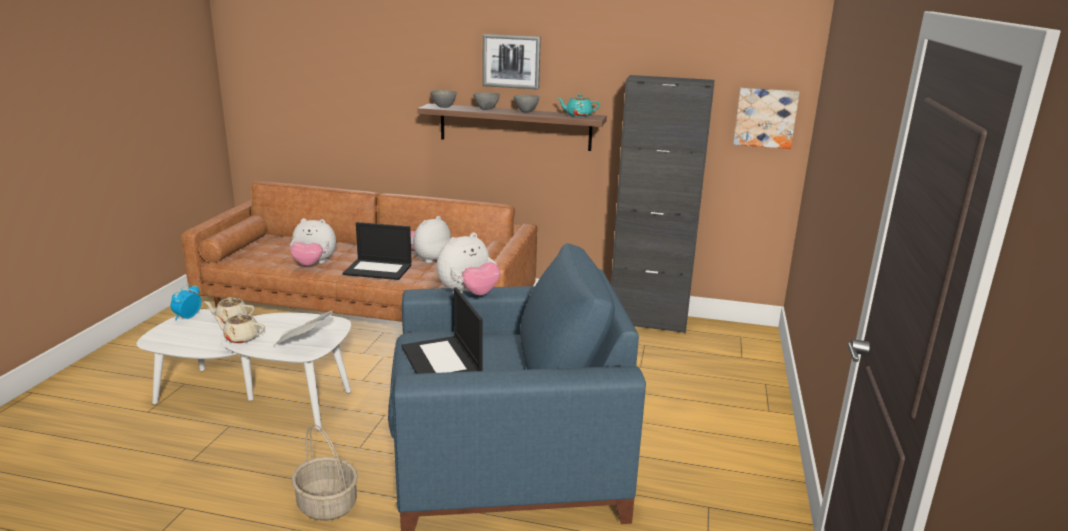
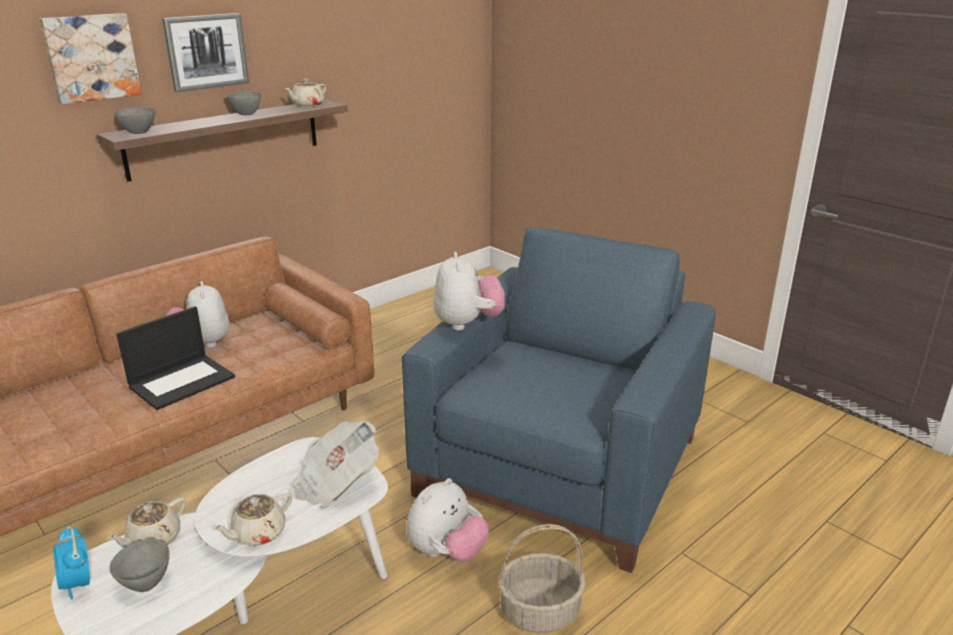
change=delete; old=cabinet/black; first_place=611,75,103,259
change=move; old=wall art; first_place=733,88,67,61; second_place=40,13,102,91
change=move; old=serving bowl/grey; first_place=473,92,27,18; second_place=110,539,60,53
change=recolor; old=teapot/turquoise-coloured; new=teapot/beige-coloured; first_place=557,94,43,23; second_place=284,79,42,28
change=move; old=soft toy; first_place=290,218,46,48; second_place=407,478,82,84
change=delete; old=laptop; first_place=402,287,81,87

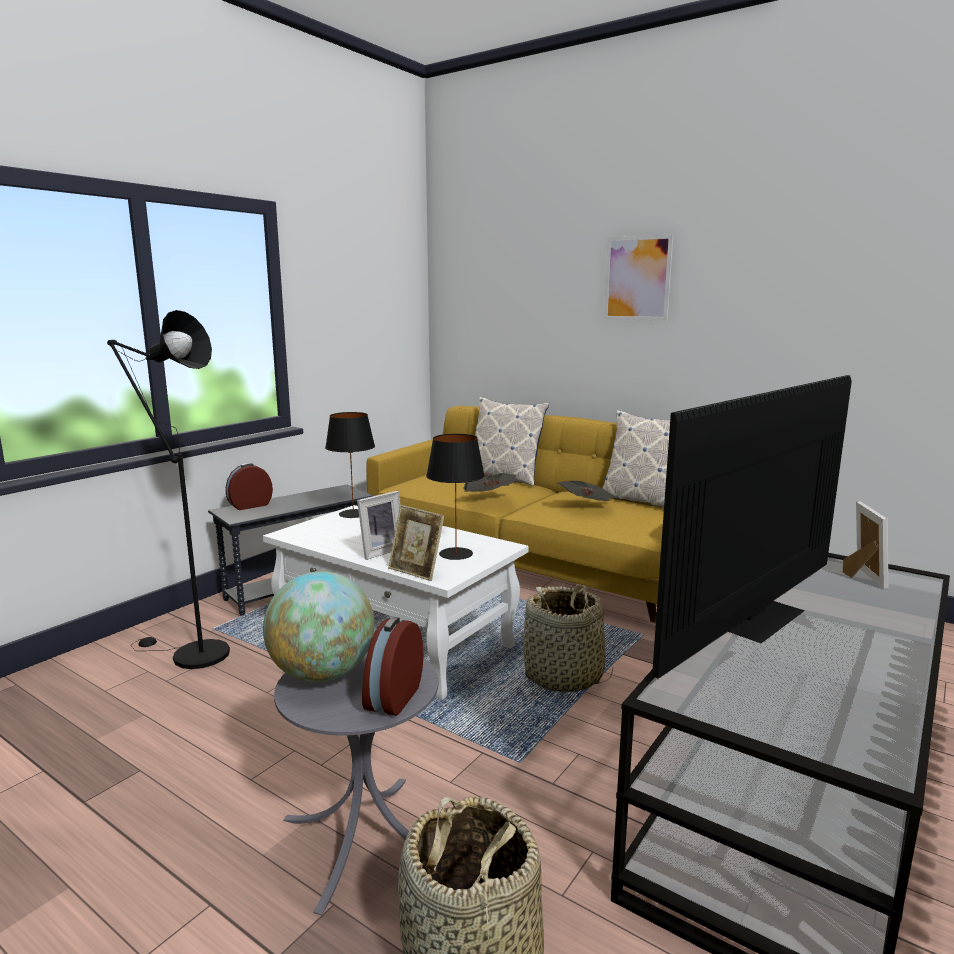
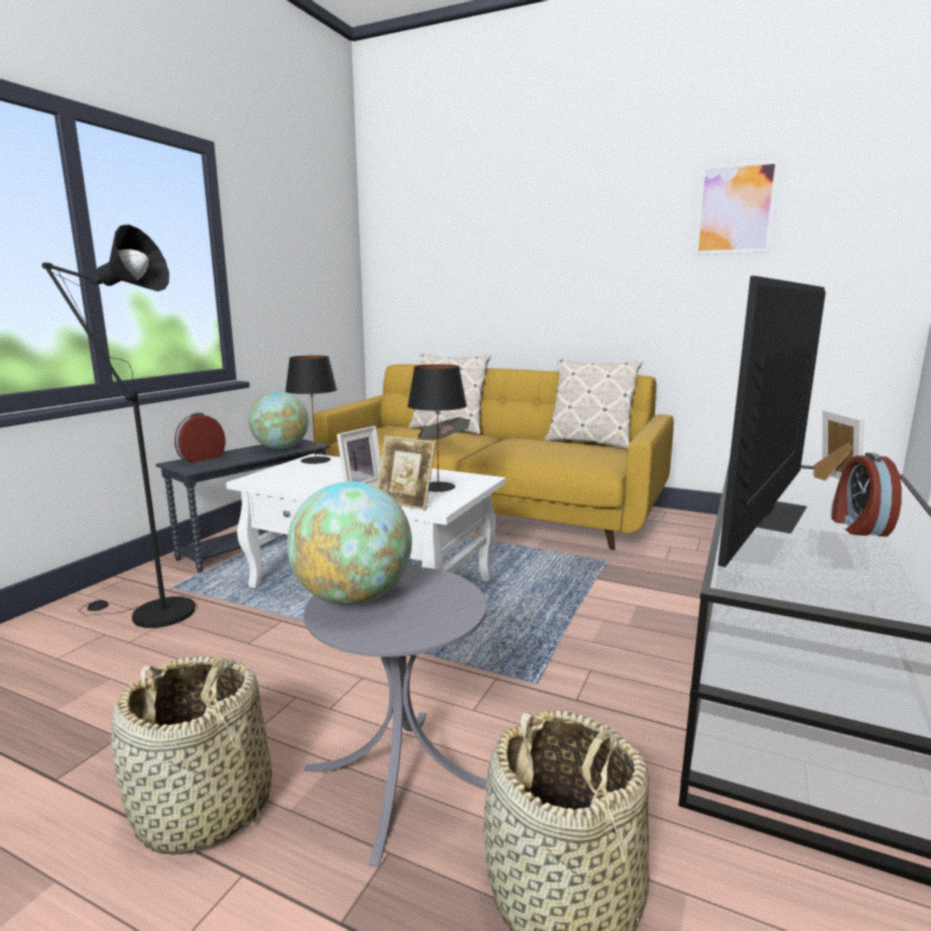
change=move; old=wall art; first_place=604,235,69,86; second_place=694,159,86,96
change=delete; old=newspaper; first_place=557,481,57,20
change=move; old=basket; first_place=523,585,90,108; second_place=111,656,161,199
change=move; old=bedside clock; first_place=362,617,62,99; second_place=831,453,71,83
change=insert; new=globe; second_place=249,392,60,57

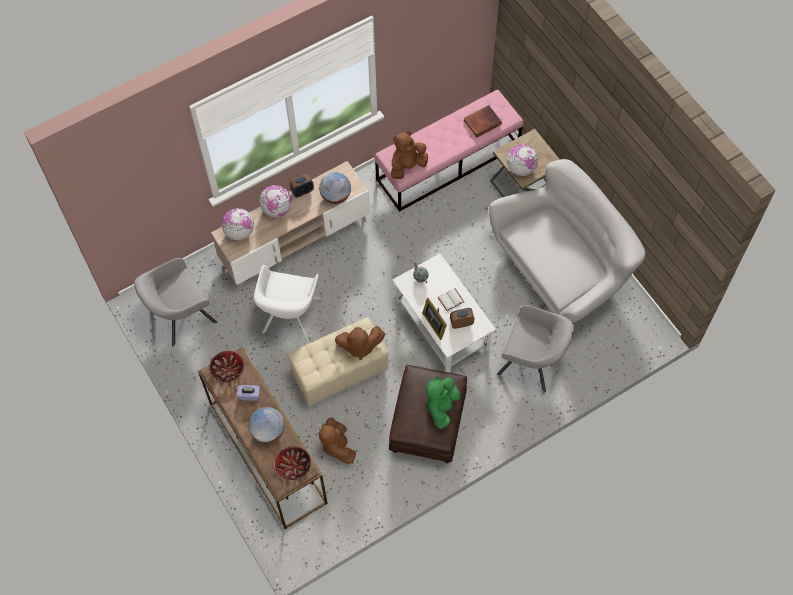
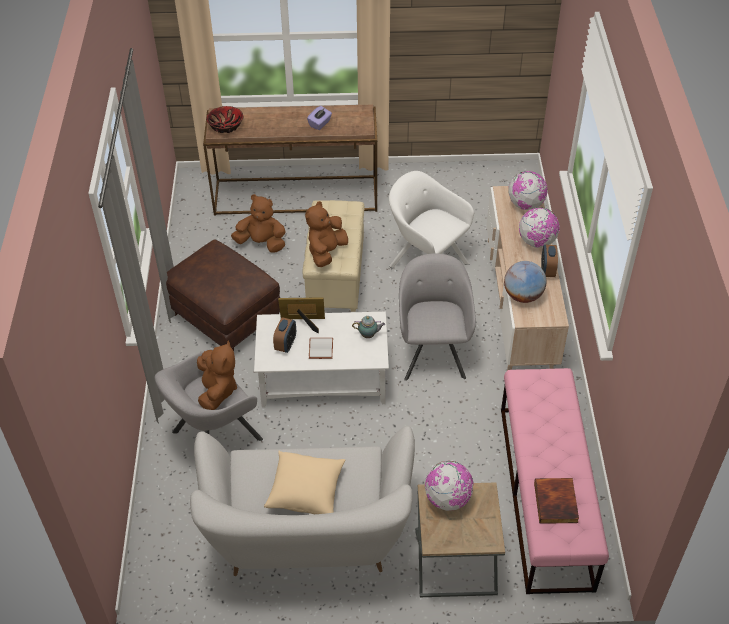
change=move; old=soft toy/brown-coloured; first_place=391,131,37,48; second_place=197,341,40,69
change=move; old=easy chair/grey; first_place=134,258,83,88; second_place=399,253,77,128
change=delete; old=serving bowl; first_place=209,351,35,31
change=delete; old=soft toy/green-coloured; first_place=426,376,34,53
change=delete; old=globe; first_place=249,407,36,36
change=insert; new=throw pillow/beige-coloured; second_place=264,451,81,63

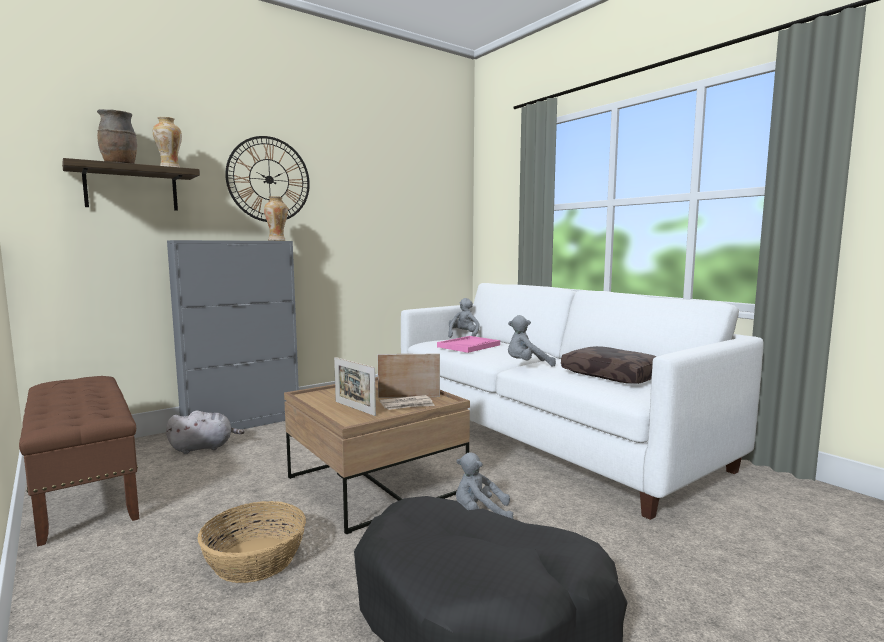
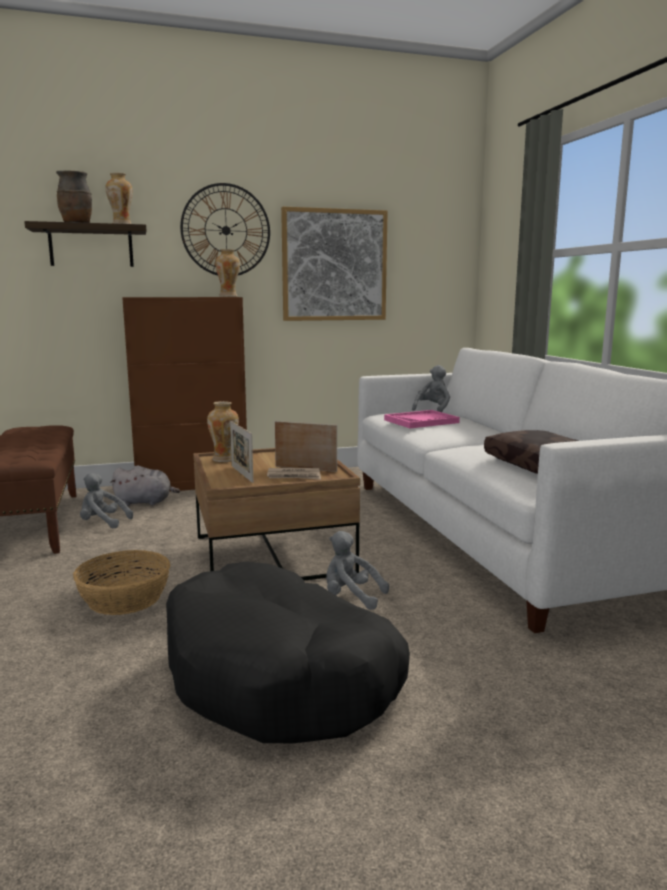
change=recolor; old=cabinet/grey; new=cabinet/brown-coloured; first_place=167,240,132,189; second_place=122,297,125,195
change=move; old=soft toy/grey; first_place=508,315,48,52; second_place=80,473,53,55
change=insert; new=wall art; second_place=281,207,107,114
change=insert; new=decorative vase; second_place=207,401,32,61

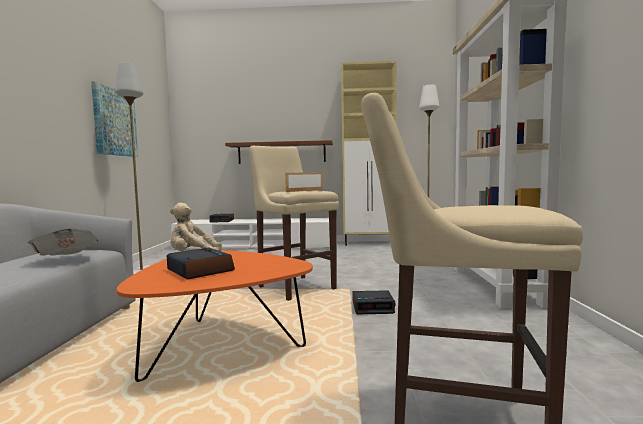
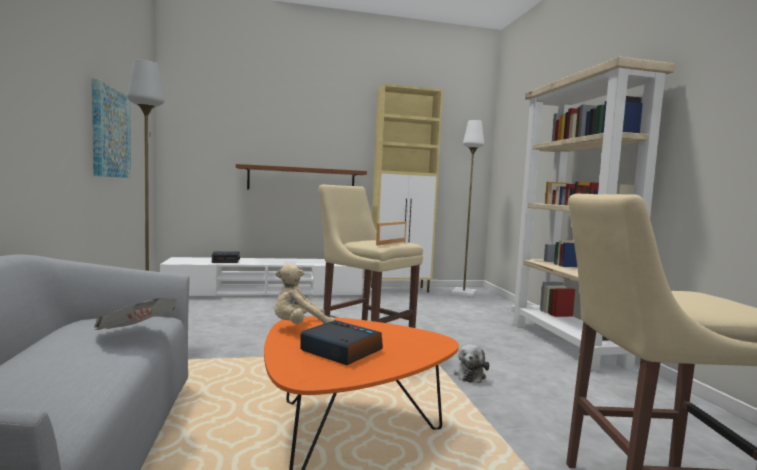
change=replace; old=bedside clock; new=soft toy; first_place=352,290,43,24; second_place=454,344,35,40

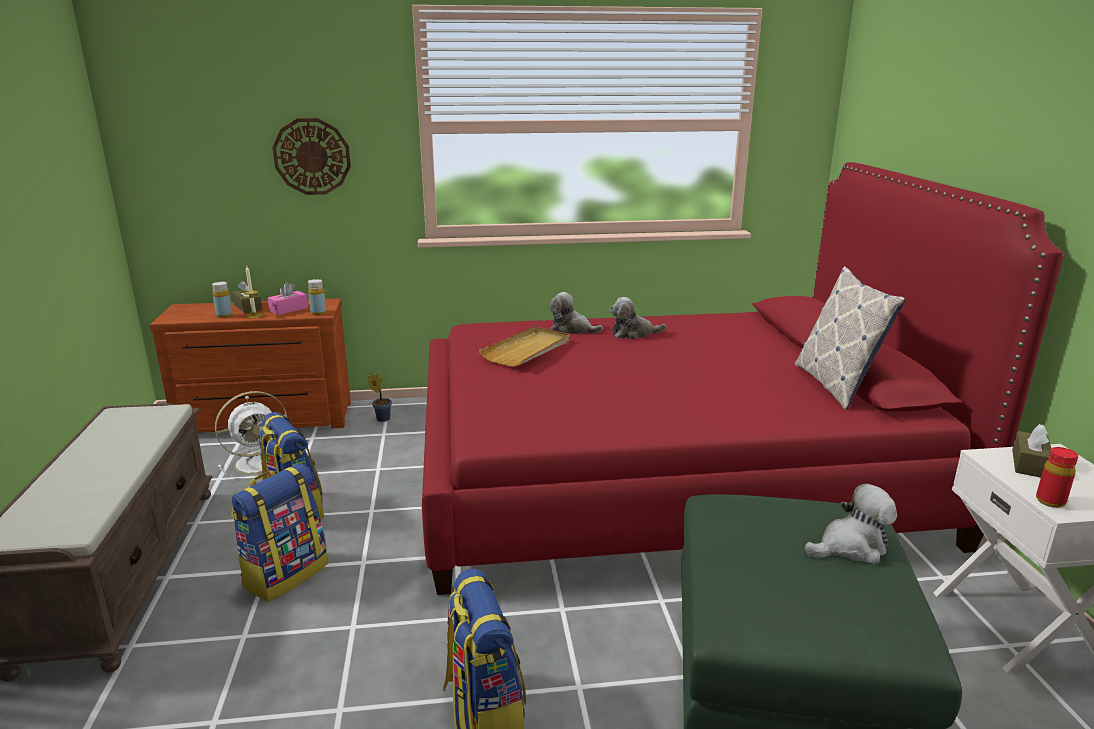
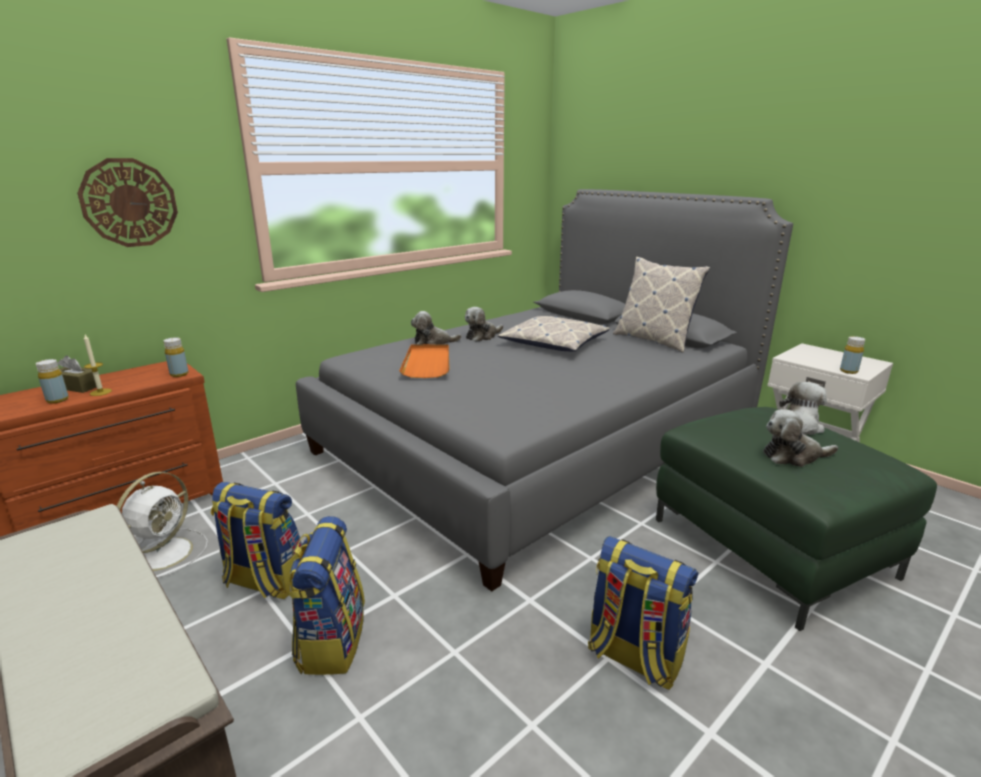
change=recolor; old=bed/red-coloured; new=bed/grey; first_place=422,162,642,433; second_place=296,189,497,403
change=delete; old=tissue box/pinkish; first_place=268,282,40,33
change=recolor; old=serving tray/beige-coloured; new=serving tray/orange; first_place=479,327,91,40; second_place=399,344,51,34
change=delete; old=houseplant; first_place=367,372,25,50
change=delete; old=tissue box/brown-coloured; first_place=1012,424,39,54
change=recolor; old=drink bottle/red-coloured; new=drink bottle/yellowish; first_place=1036,447,42,61; second_place=840,336,25,38
change=insert; new=throw pillow; second_place=498,316,112,35
change=insert; new=soft toy; second_place=763,409,75,58

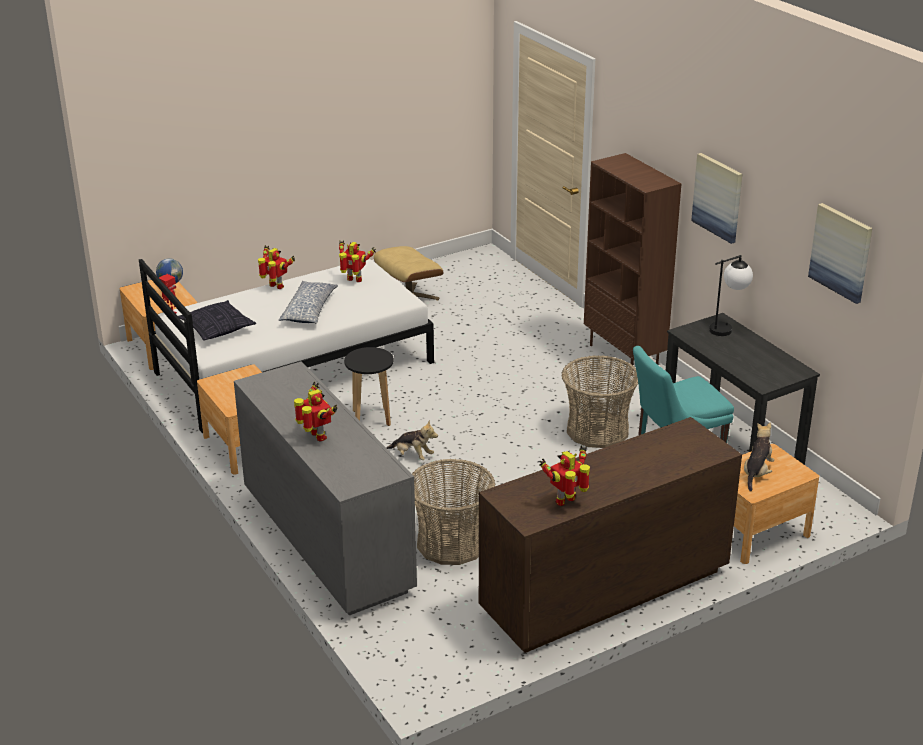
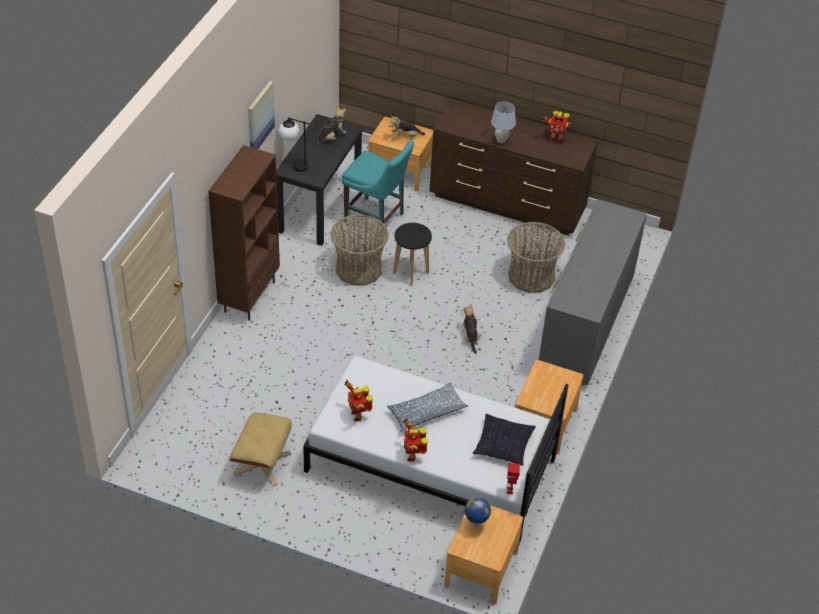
change=delete; old=wall art; first_place=808,203,64,101
change=move; old=sitting stool/black; first_place=344,347,50,79; second_place=393,223,39,63
change=delete; old=toy robot; first_place=294,382,43,59
change=insert; new=table lamp/whitish; second_place=491,102,25,41
change=insert; new=soft toy; second_place=316,107,31,40

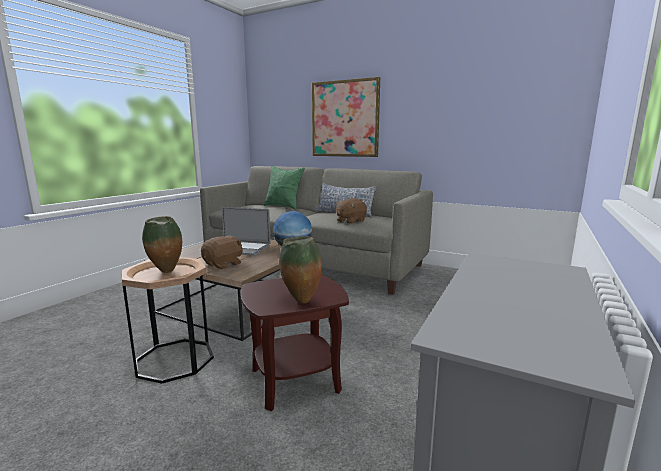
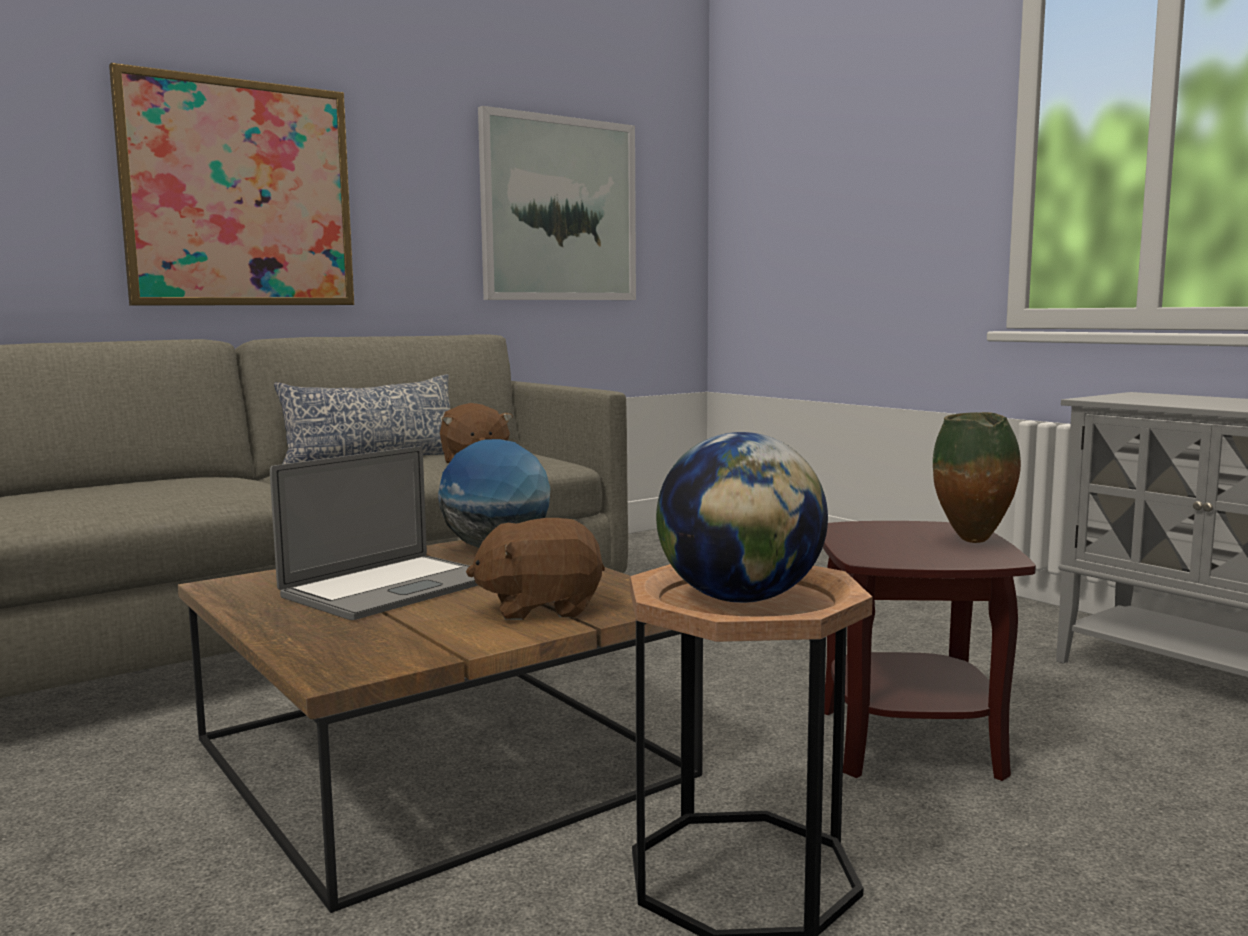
change=delete; old=throw pillow/green-coloured; first_place=263,166,42,44
change=replace; old=decorative vase; new=globe; first_place=142,216,40,57; second_place=656,432,172,171
change=rotate; old=soft toy/brown-coloured; first_place=201,236,42,33; second_place=466,518,139,102; degrees=-75
change=insert; new=wall art; second_place=478,106,158,194

